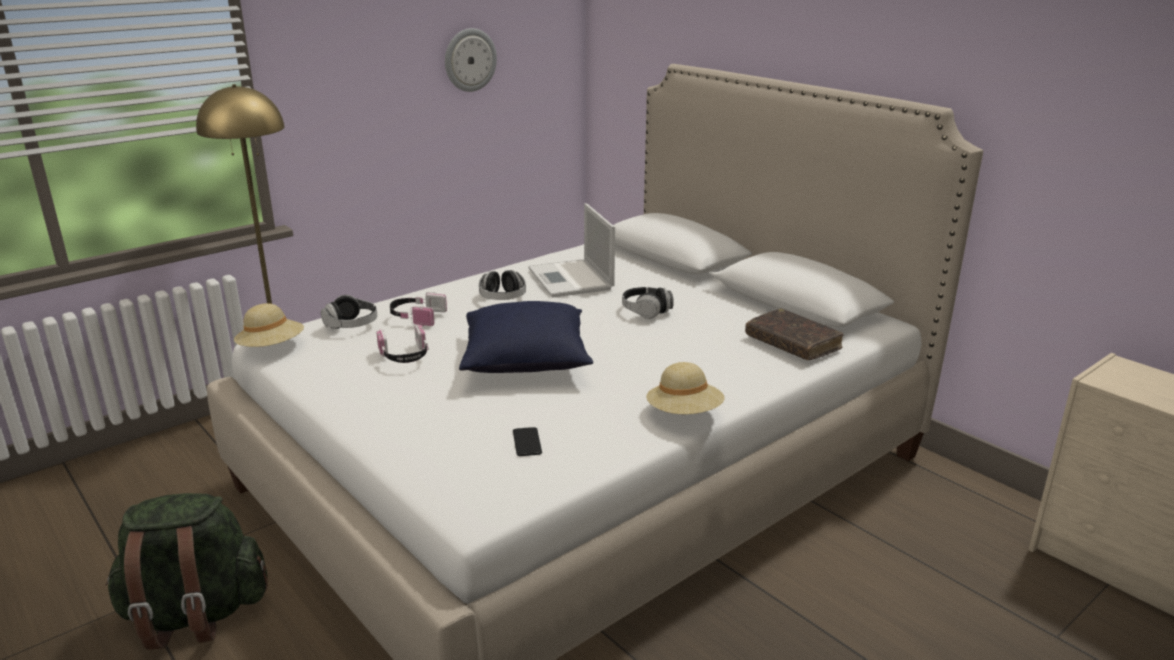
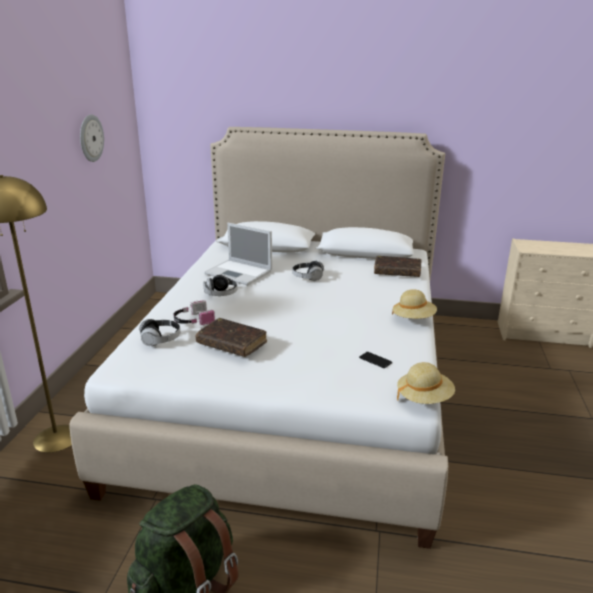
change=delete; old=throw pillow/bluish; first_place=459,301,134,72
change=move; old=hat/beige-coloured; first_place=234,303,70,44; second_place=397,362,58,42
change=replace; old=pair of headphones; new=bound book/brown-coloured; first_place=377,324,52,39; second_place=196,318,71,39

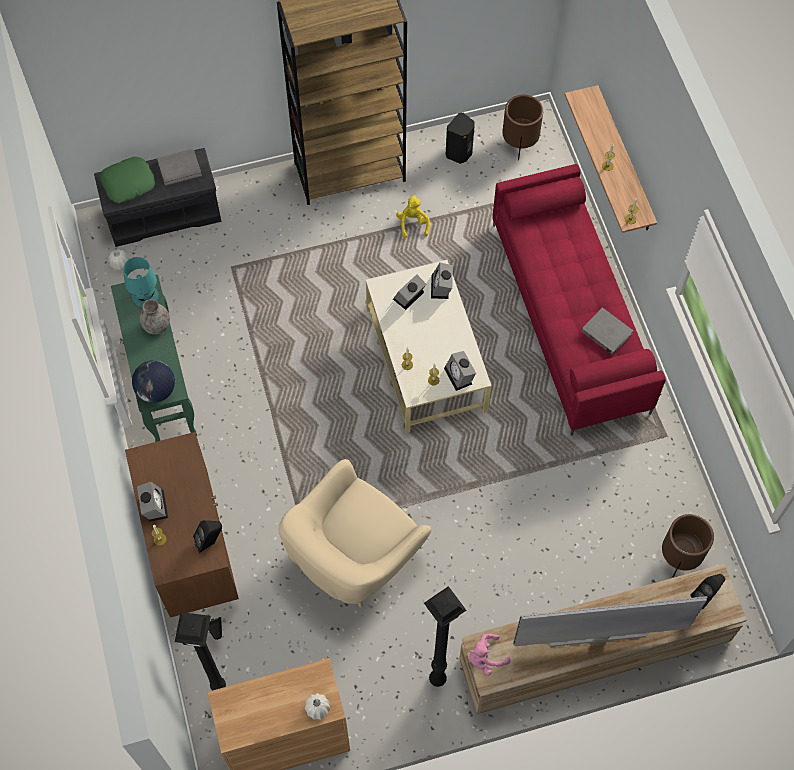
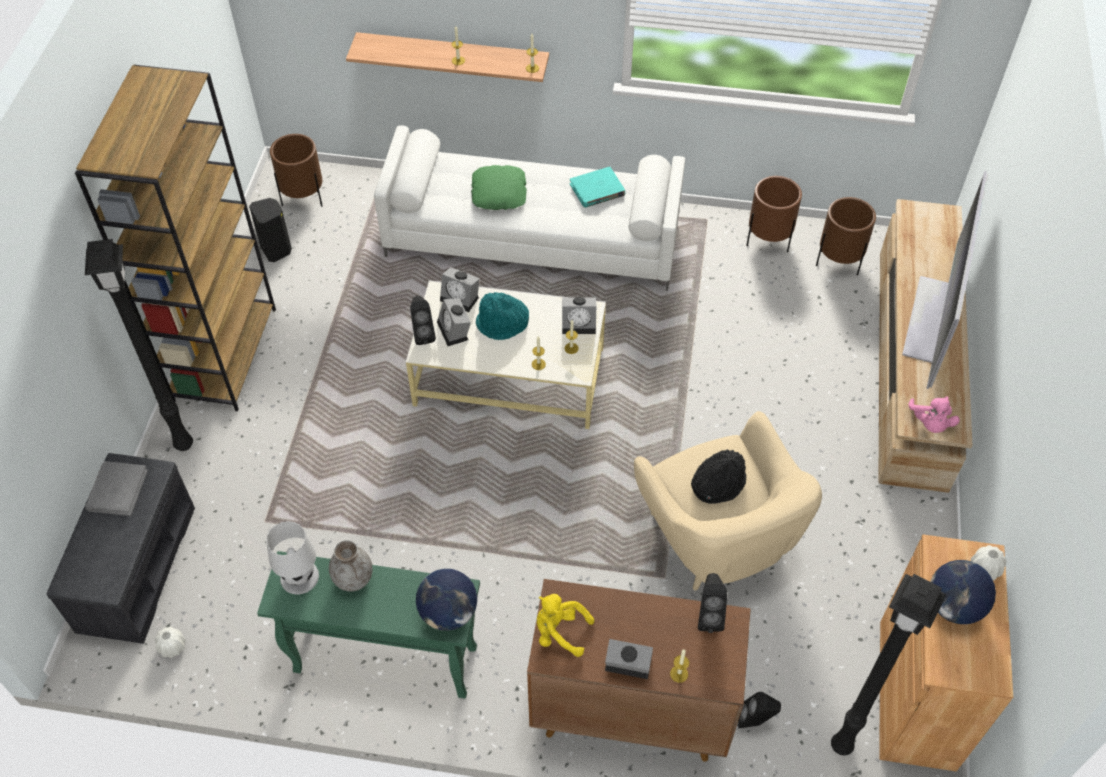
change=move; old=throw pillow/green-coloured; first_place=100,157,55,46; second_place=471,165,56,45
change=recolor; old=couch/red-coloured; new=couch/whitish; first_place=492,164,174,272; second_place=374,125,311,166
change=move; old=soft toy/yellowish; first_place=396,195,34,43; second_place=537,594,57,63
change=recolor; old=table lamp/turquoise-coloured; new=table lamp/whitish; first_place=123,257,35,50; second_place=266,521,53,73
change=recolor; old=bound book/grey; new=bound book/turquoise-coloured; first_place=582,307,51,48; second_place=570,167,55,41
change=move; old=speaker/black; first_place=690,574,35,35; second_place=410,296,26,49
change=move; old=floor lamp/black; first_place=424,586,42,101; second_place=85,239,108,212
change=insert; new=planter/brown-coloured; second_place=746,176,56,77
change=insert; new=hat/turquoise-coloured; second_place=476,292,53,48
change=insert; new=hat/black; second_place=691,449,55,55
change=insert; new=globe; second_place=930,560,66,64

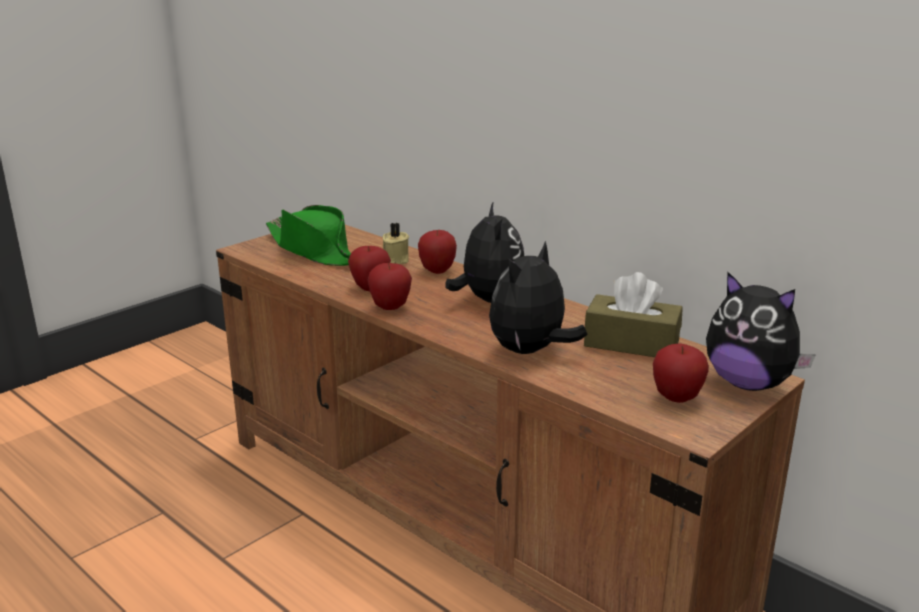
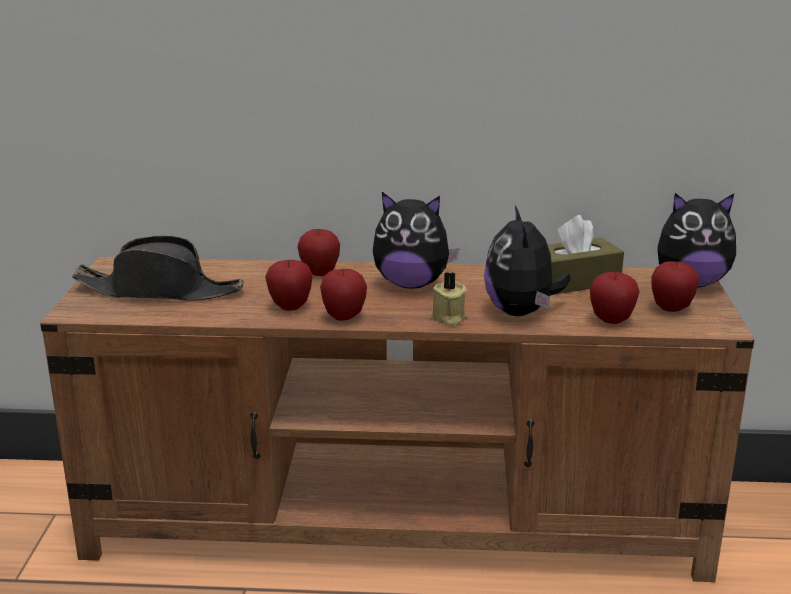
change=rotate; old=soft toy; first_place=445,201,79,102; second_place=373,192,86,97; degrees=150
change=recolor; old=hat/green-coloured; new=hat/black; first_place=266,205,85,61; second_place=71,235,173,66
change=move; old=wax candle/beige-coloured; first_place=383,223,26,41; second_place=430,272,37,54
change=insert; new=apple fruit; second_place=590,272,50,52

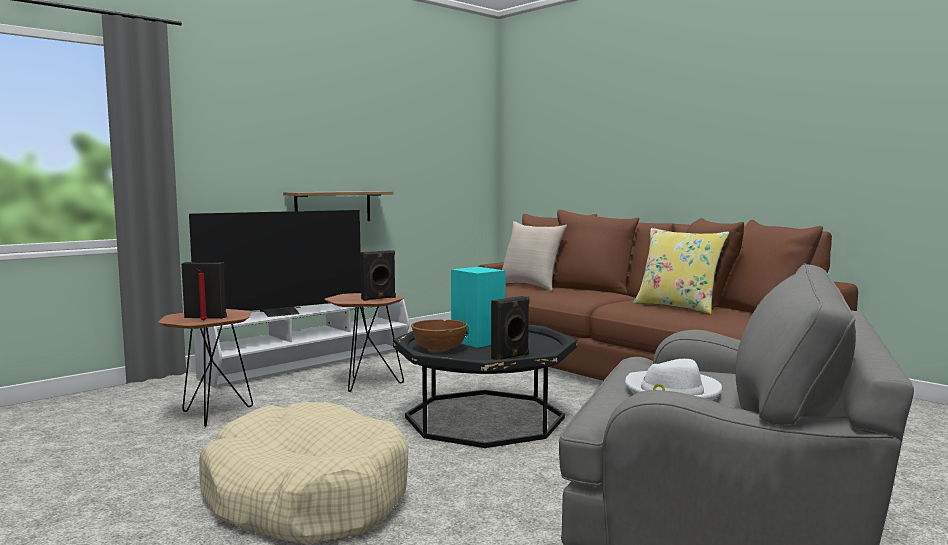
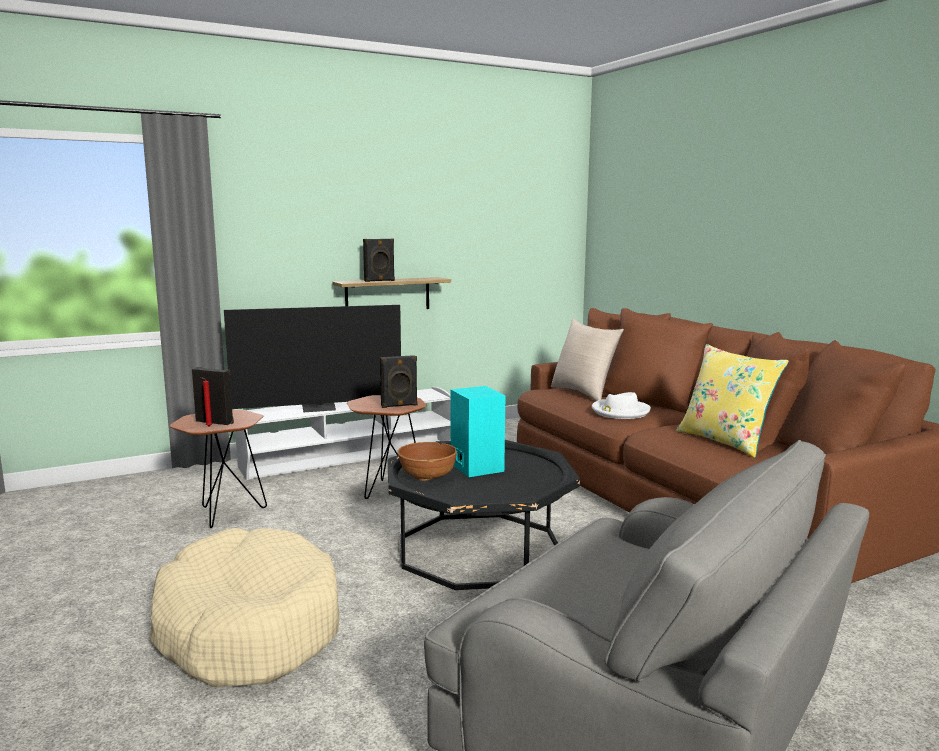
change=move; old=speaker/black; first_place=491,296,38,64; second_place=363,239,32,43
change=move; old=hat/whitish; first_place=625,359,97,41; second_place=592,392,59,27

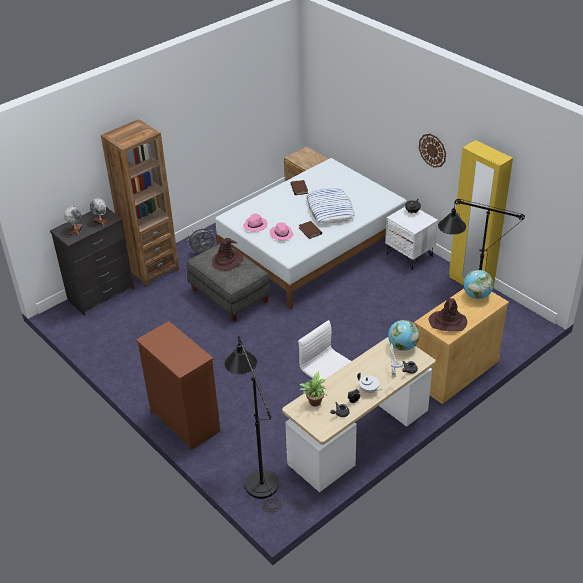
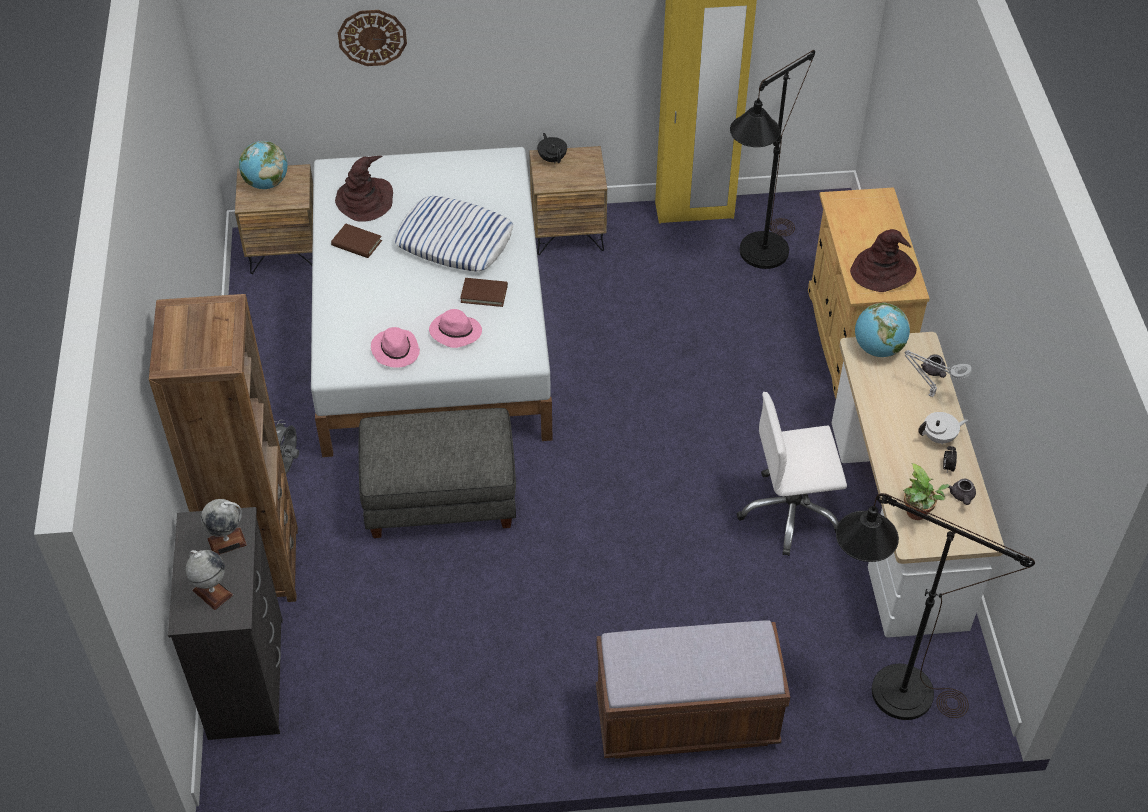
change=move; old=hanging clock; first_place=419,134,27,34; second_place=338,10,69,56
change=recolor; old=bedside table/whitish; new=bedside table/brown-coloured; first_place=385,207,53,63; second_place=529,146,78,109
change=move; old=hat/brown-coloured; first_place=212,238,32,32; second_place=335,156,58,66
change=move; old=globe; first_place=463,270,31,29; second_place=239,141,49,48
change=replace; old=drawer chest/brown-coloured; new=long seat/brown-coloured; first_place=136,321,84,129; second_place=596,620,194,139

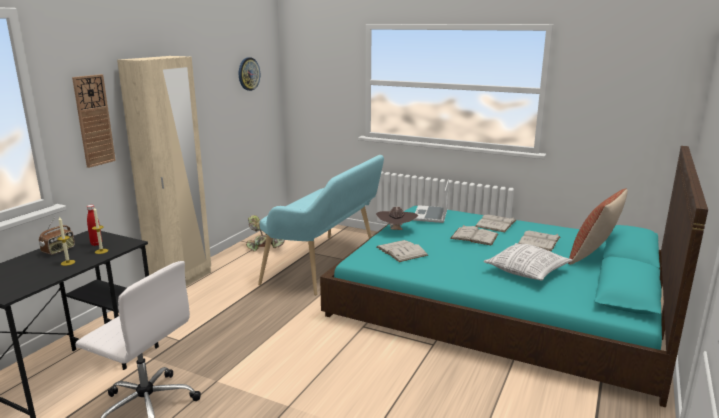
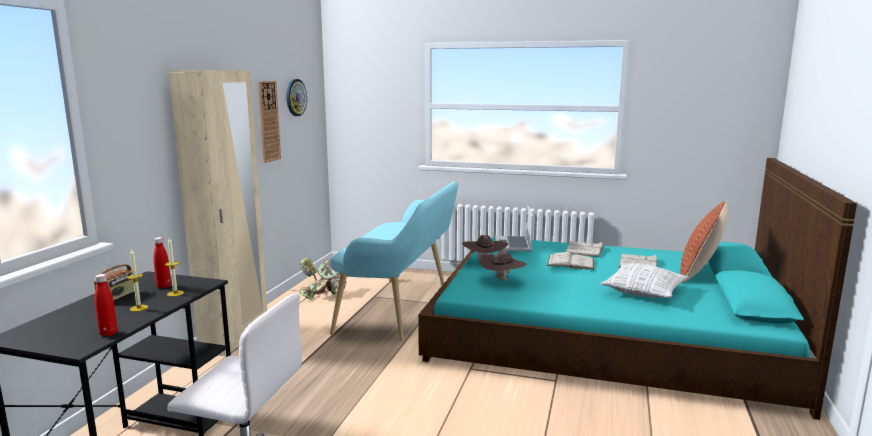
change=move; old=hanging clock; first_place=72,74,44,94; second_place=258,81,23,82
change=replace; old=bound book/whitish; new=hat/brown-coloured; first_place=377,240,51,22; second_place=479,251,48,30
change=insert; new=drink bottle/red-coloured; second_place=95,274,23,63

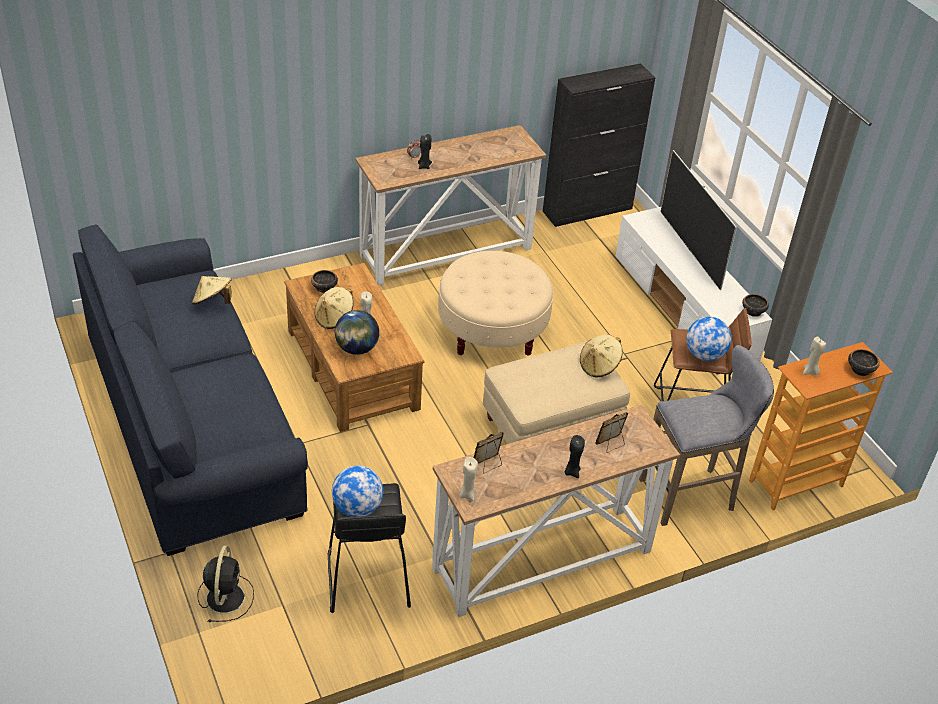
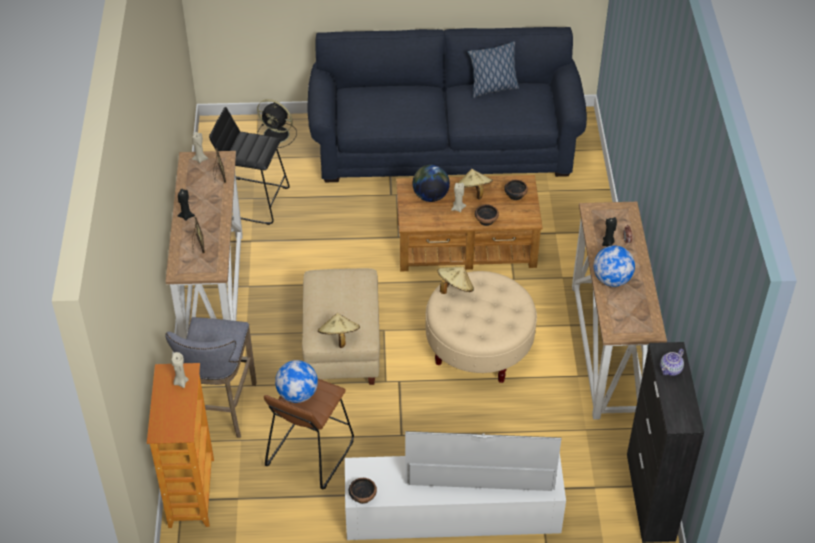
change=move; old=hat/beige-coloured; first_place=192,276,40,29; second_place=438,267,36,27
change=move; old=serving bowl; first_place=848,349,32,27; second_place=475,205,24,21
change=move; old=globe; first_place=332,466,51,51; second_place=594,245,41,42
change=insert; new=throw pillow; second_place=467,41,52,57
change=insert; new=teapot; second_place=660,349,24,27

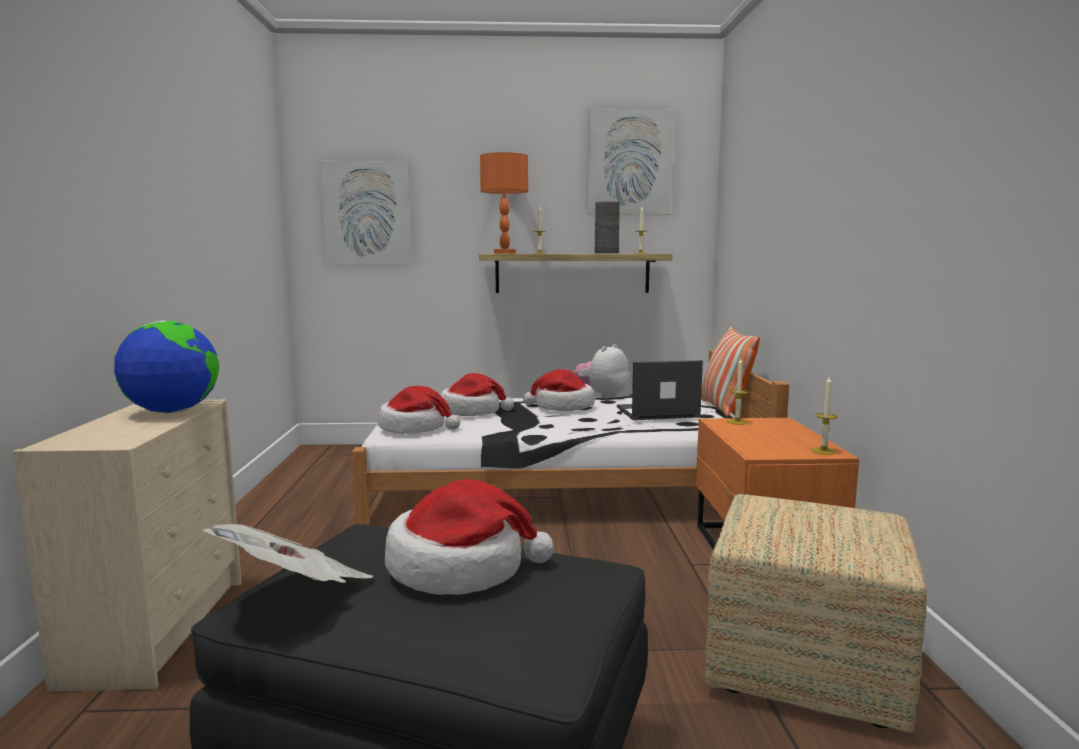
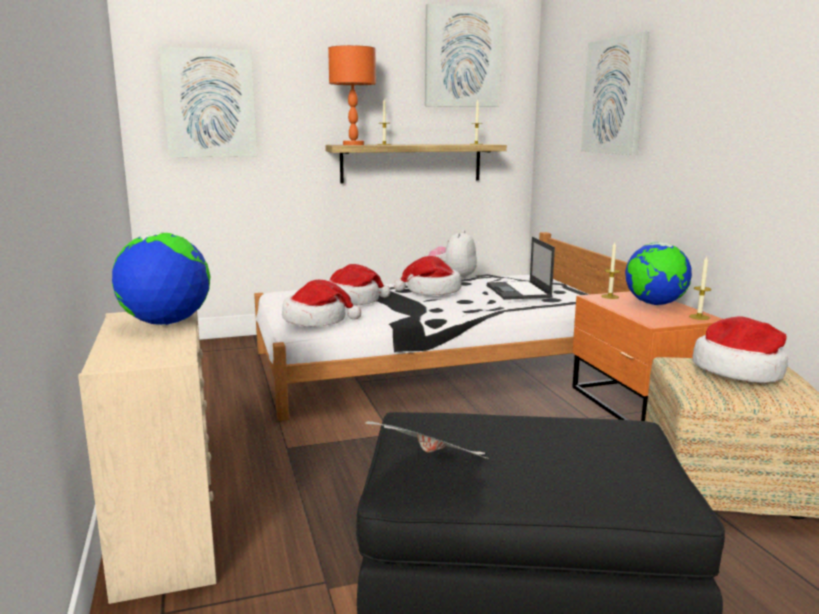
change=delete; old=decorative vase/grey; first_place=595,201,25,52
change=delete; old=throw pillow; first_place=701,326,59,91
change=rotate; old=laptop; first_place=617,360,86,60; second_place=487,237,68,63; degrees=-75
change=move; old=hat; first_place=385,479,169,116; second_place=693,317,95,66
change=insert; new=wall art; second_place=581,32,68,123
change=insert; new=globe; second_place=625,242,67,63

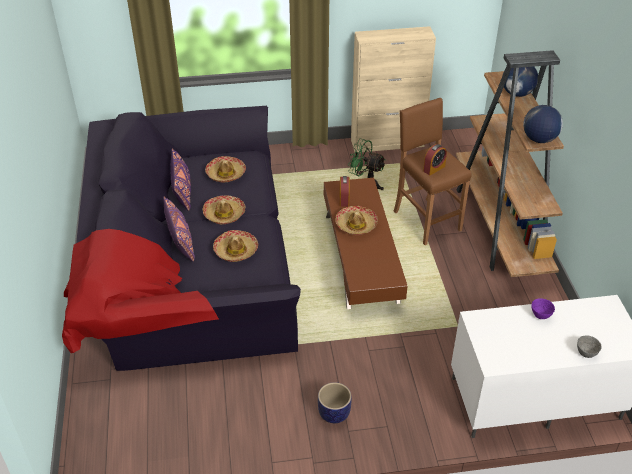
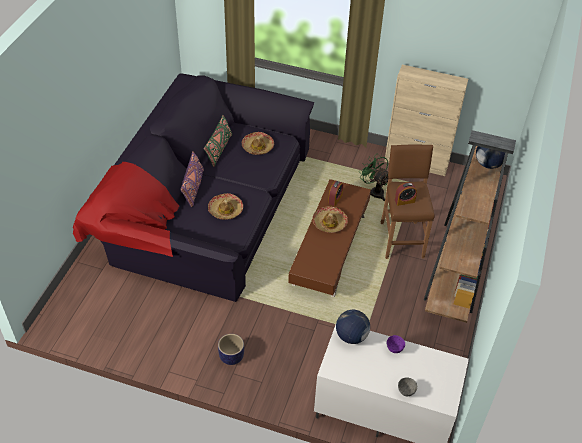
change=move; old=globe; first_place=523,105,40,38; second_place=336,309,34,35
change=recolor; old=throw pillow/purple; new=throw pillow/green-coloured; first_place=171,148,20,63; second_place=204,115,28,52
change=delete; old=hat; first_place=203,195,42,29

